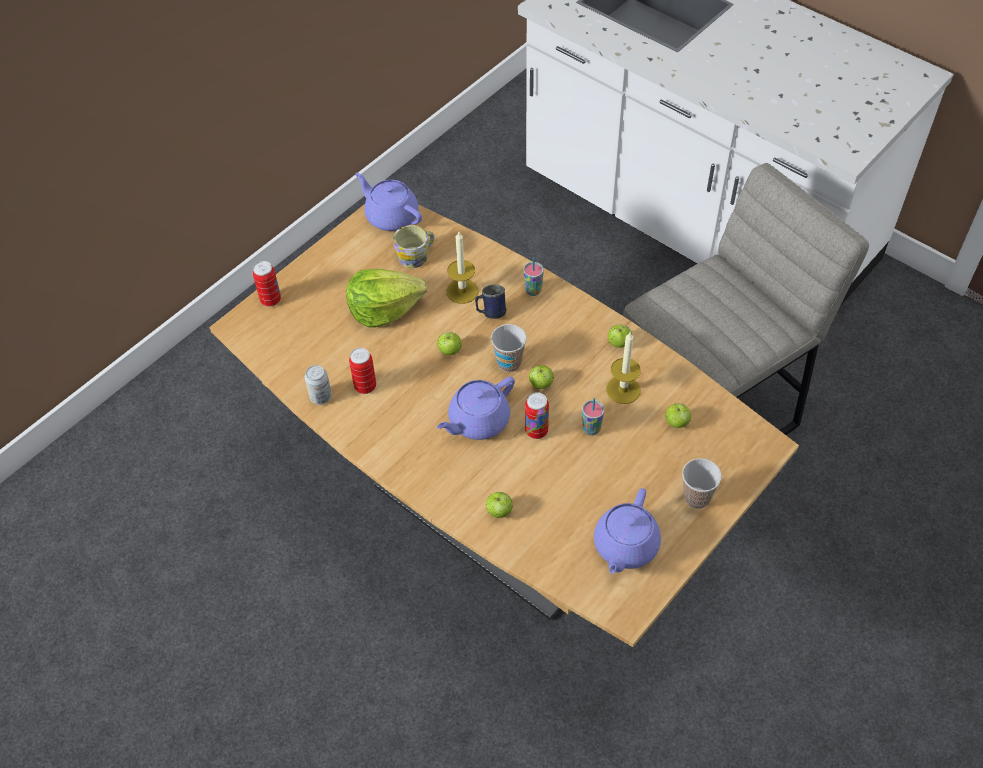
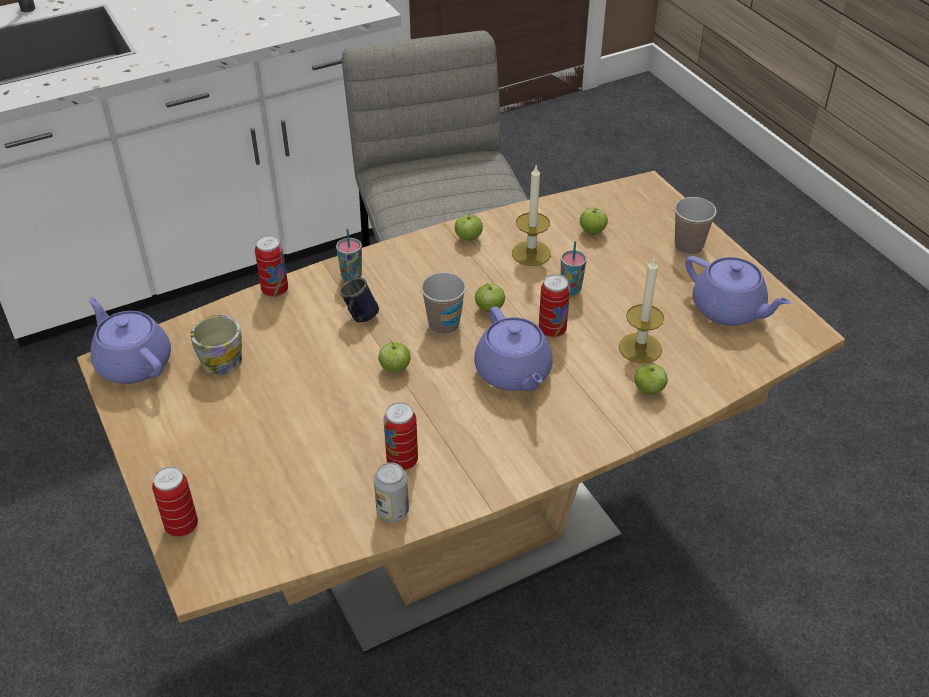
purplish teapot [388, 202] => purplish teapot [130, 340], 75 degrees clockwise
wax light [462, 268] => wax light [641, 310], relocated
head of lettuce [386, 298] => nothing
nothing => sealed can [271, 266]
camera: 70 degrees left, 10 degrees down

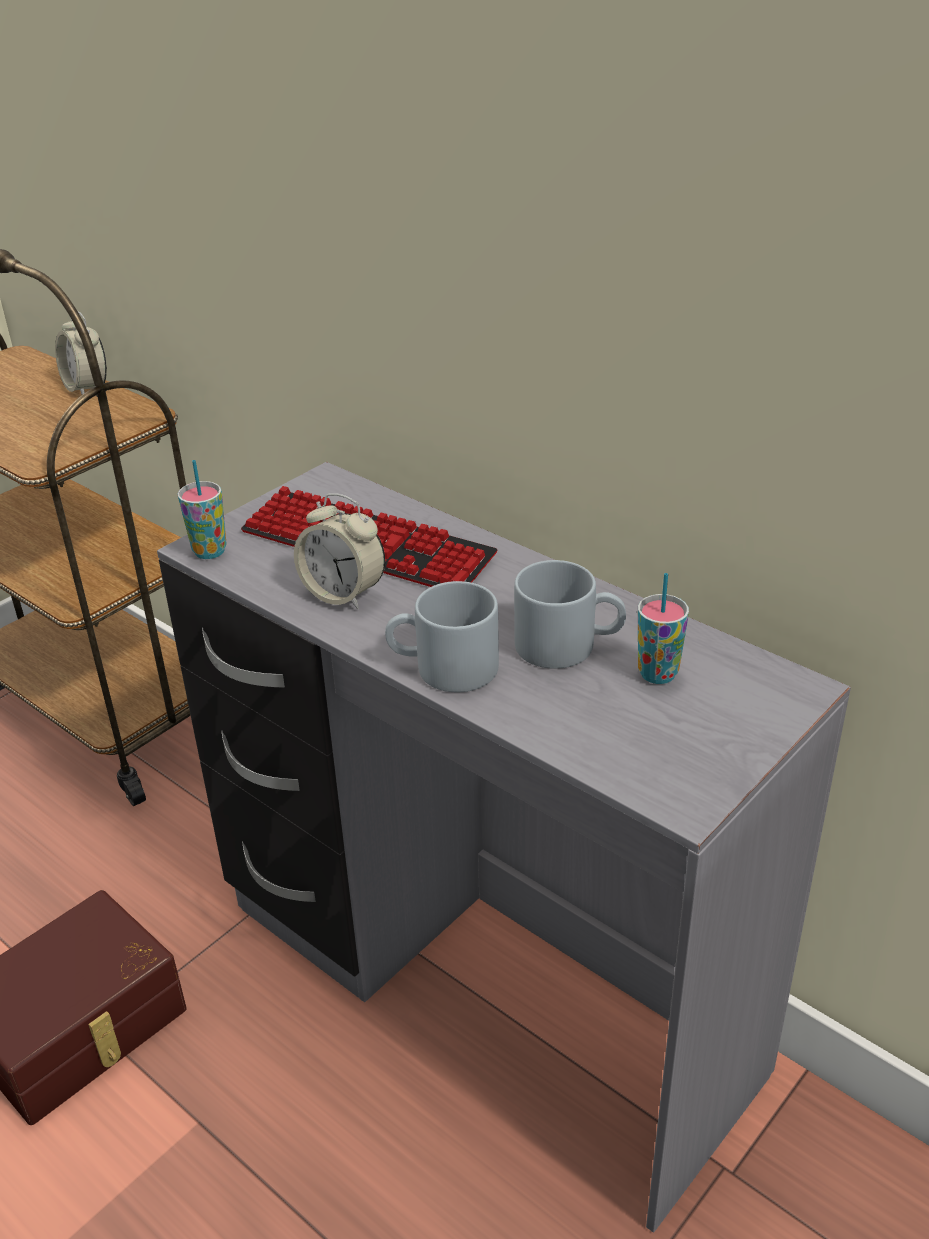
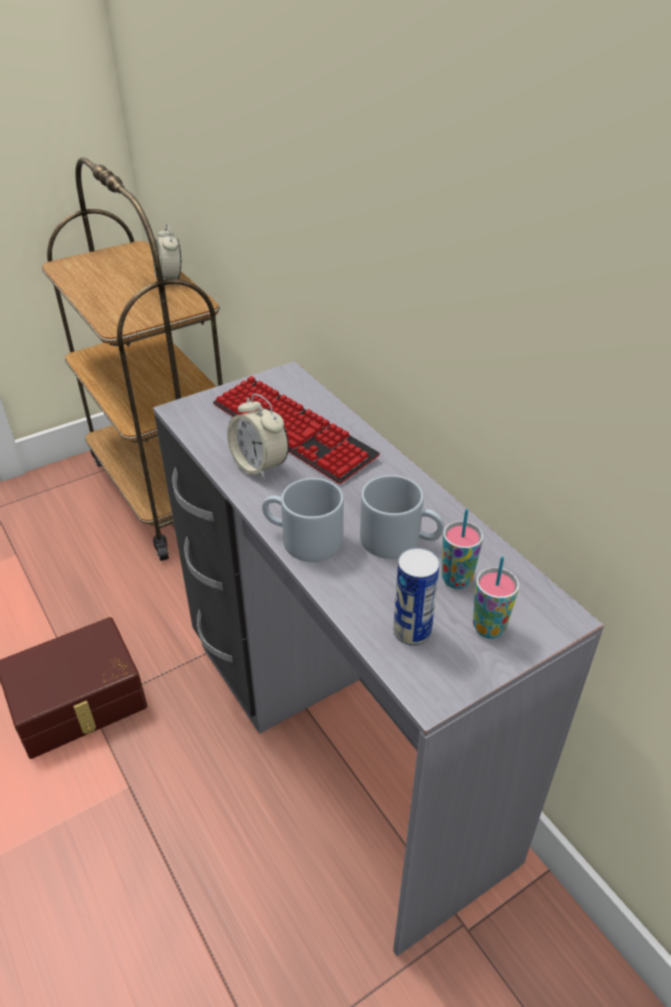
drinking cup [202, 509] => drinking cup [496, 597], relocated
nothing => sealed can [416, 597]
camera: 15 degrees right, 5 degrees up

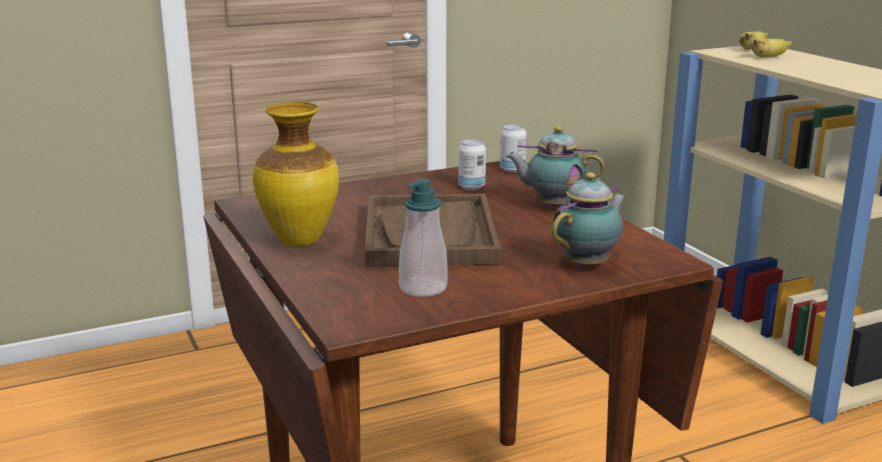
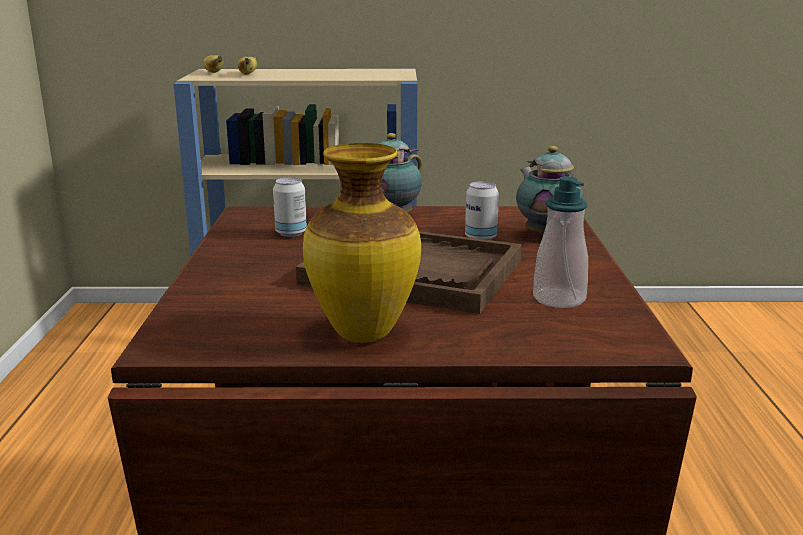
sealed can [513, 148] => sealed can [482, 210], relocated
camera: 65 degrees left, 0 degrees up

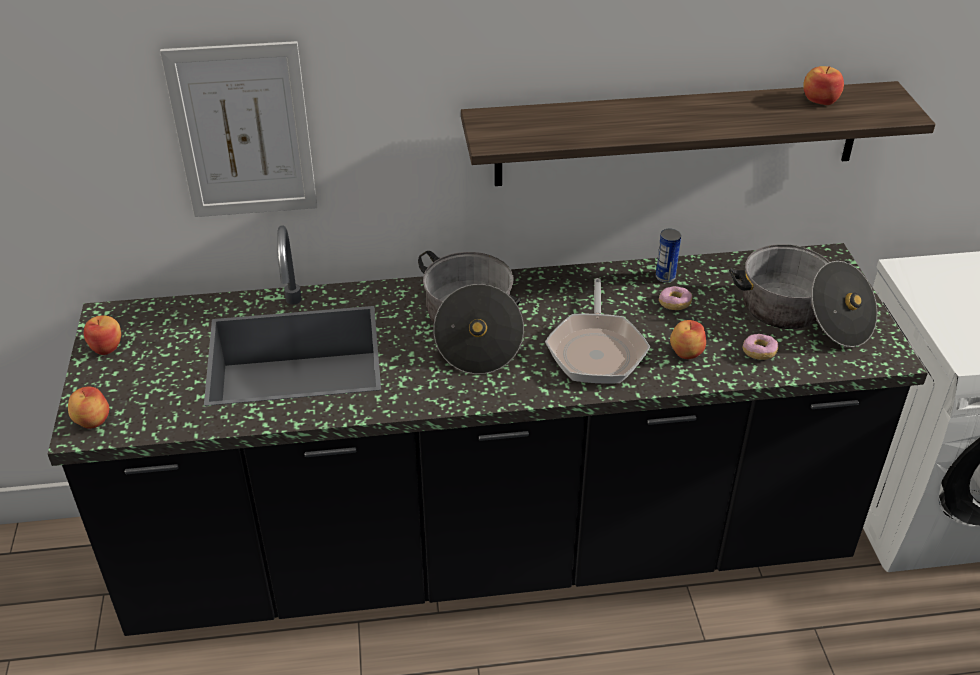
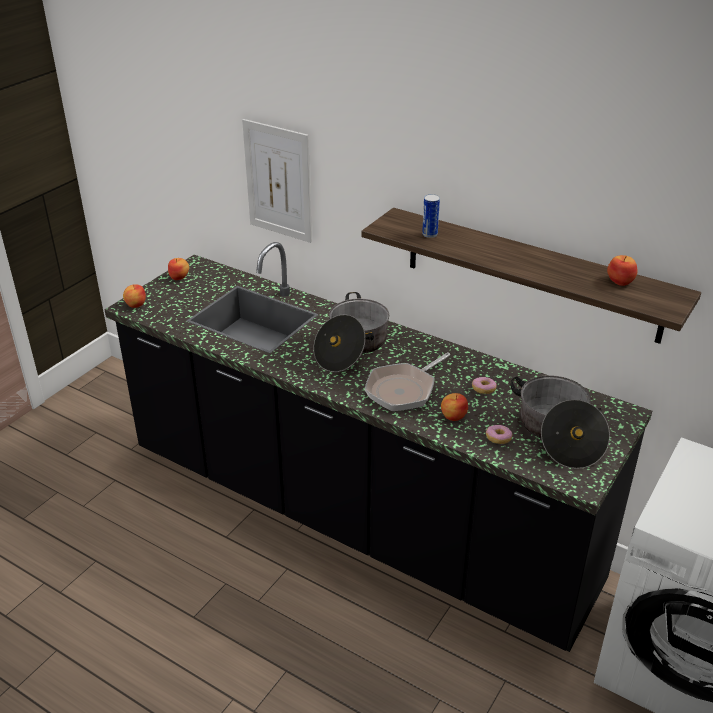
sealed can [668, 256] => sealed can [431, 216], relocated
camera: 40 degrees right, 5 degrees down

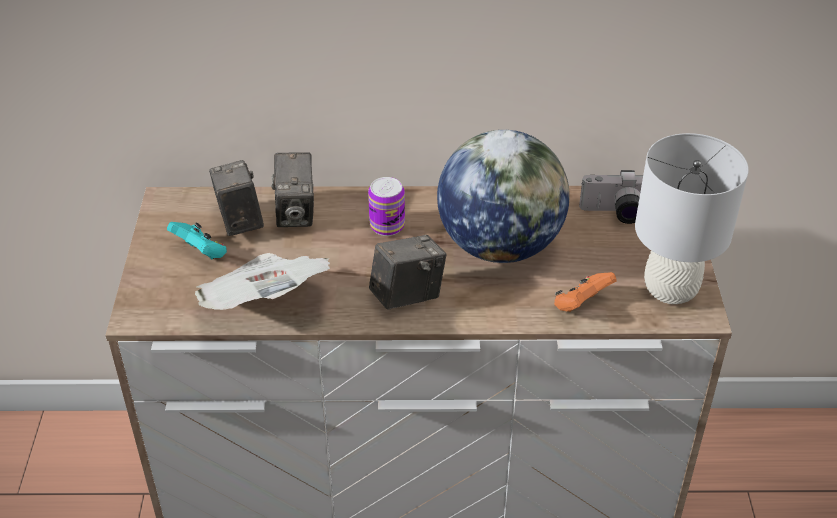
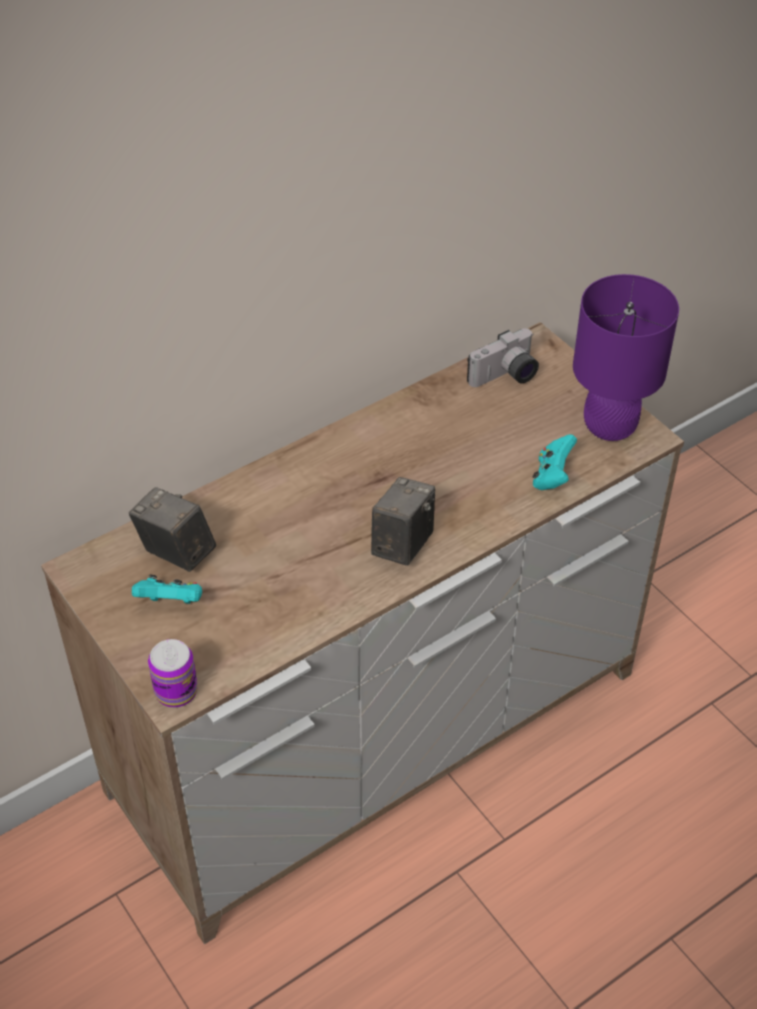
globe [503, 196] => nothing
gray lamp for a table [692, 218] => purplish lamp for a table [626, 357]
still camera [292, 189] => nothing
sealed can [386, 206] => sealed can [173, 673], relocated
daily paper [262, 281] => nothing
orange joypad [585, 292] => turquoise-coloured joypad [554, 462]
camera: 35 degrees left, 5 degrees up

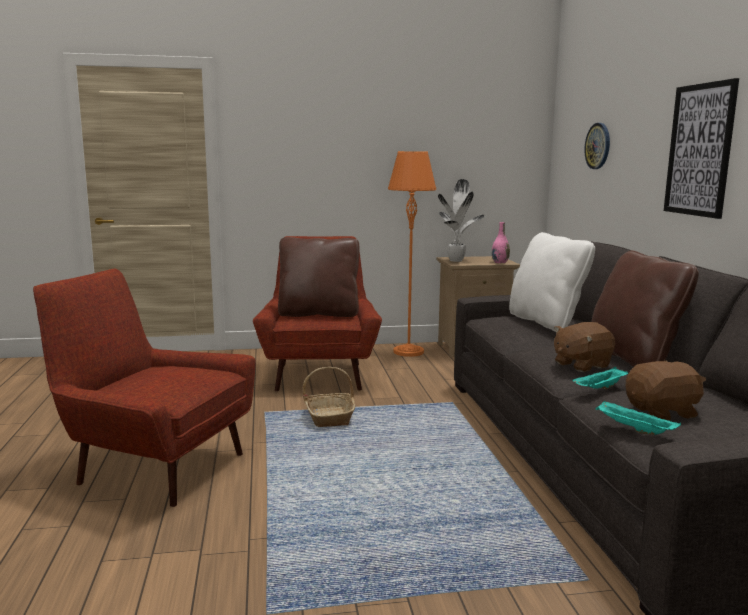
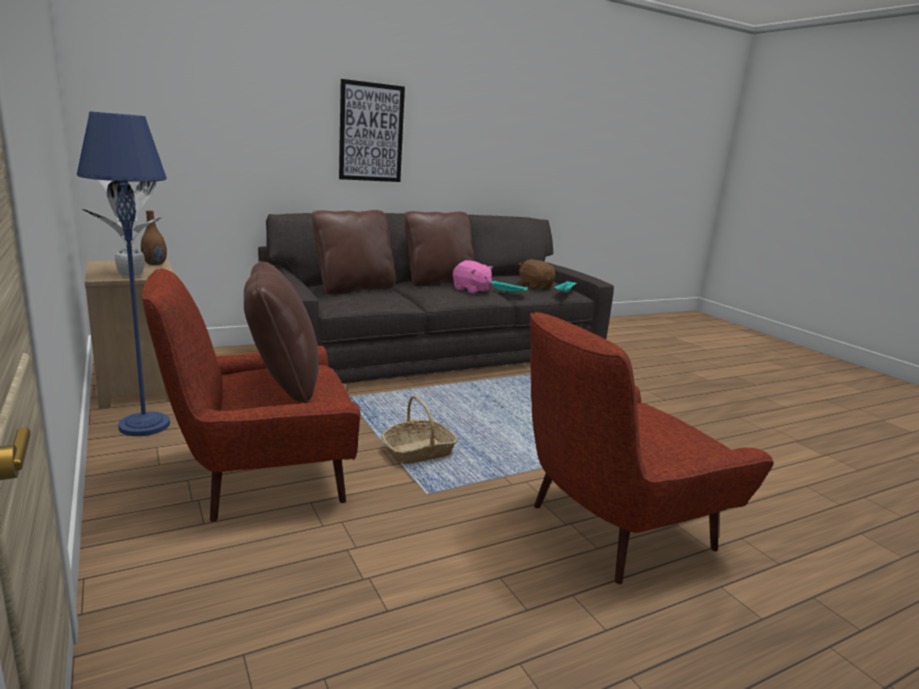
clock on the wall [597, 146] => nothing
orange floor lamp [412, 254] => bluish floor lamp [123, 273]
pink decorative vase [501, 242] => brownish decorative vase [154, 237]
white cushion [552, 282] => brownish cushion [354, 252]
reddish easy chair [144, 387] => reddish easy chair [652, 448], 60 degrees clockwise
brownish cuddly toy [584, 347] => pink cuddly toy [473, 277]
camera: 110 degrees left, 5 degrees up

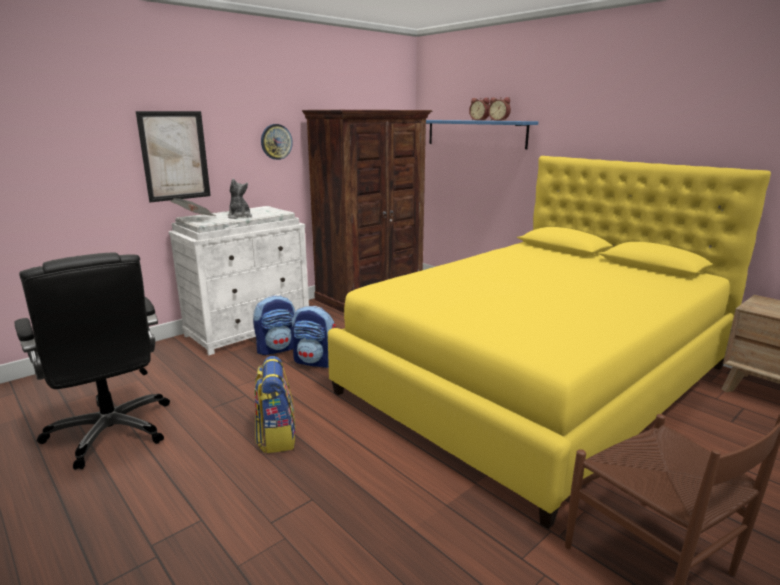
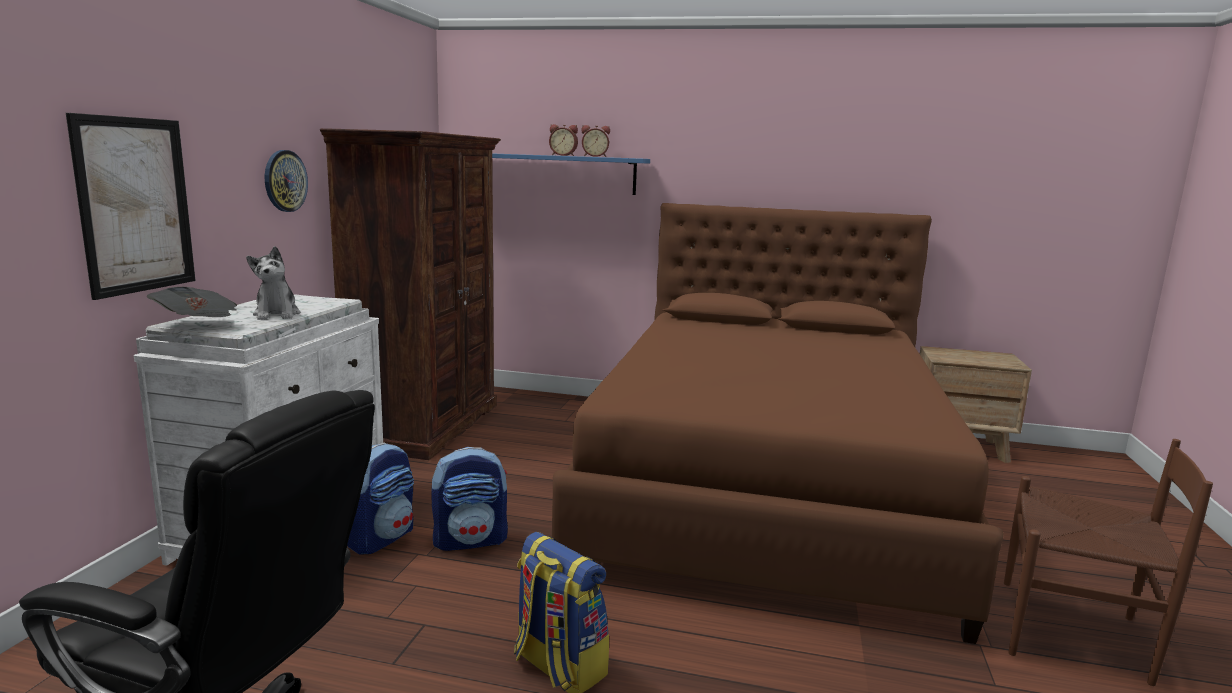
yellowish sleeping bed [549, 342] => brownish sleeping bed [778, 423]
cuddly toy [240, 199] => cuddly toy [273, 283], 135 degrees counterclockwise
camera: 35 degrees left, 5 degrees down

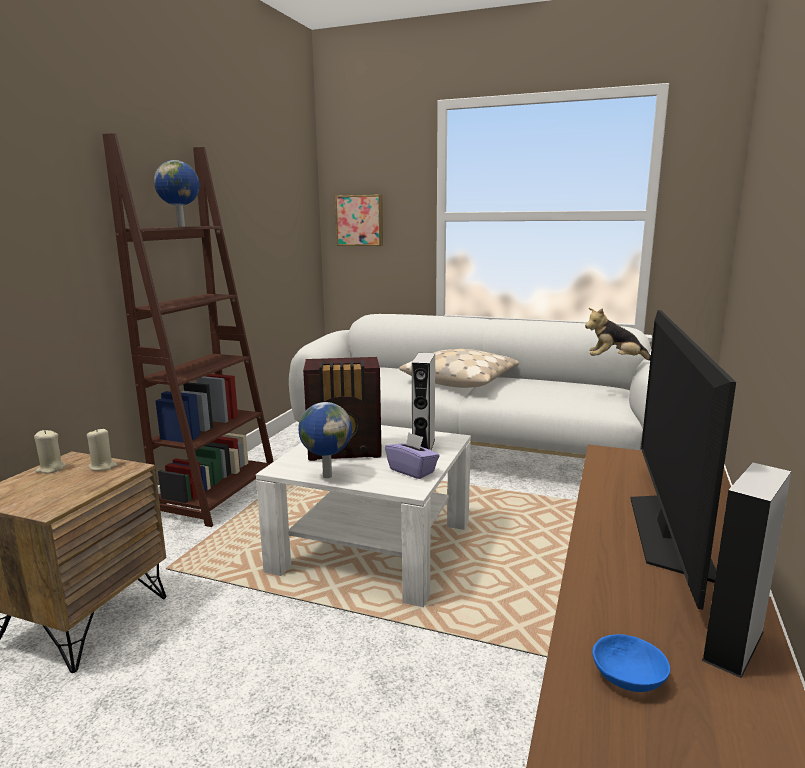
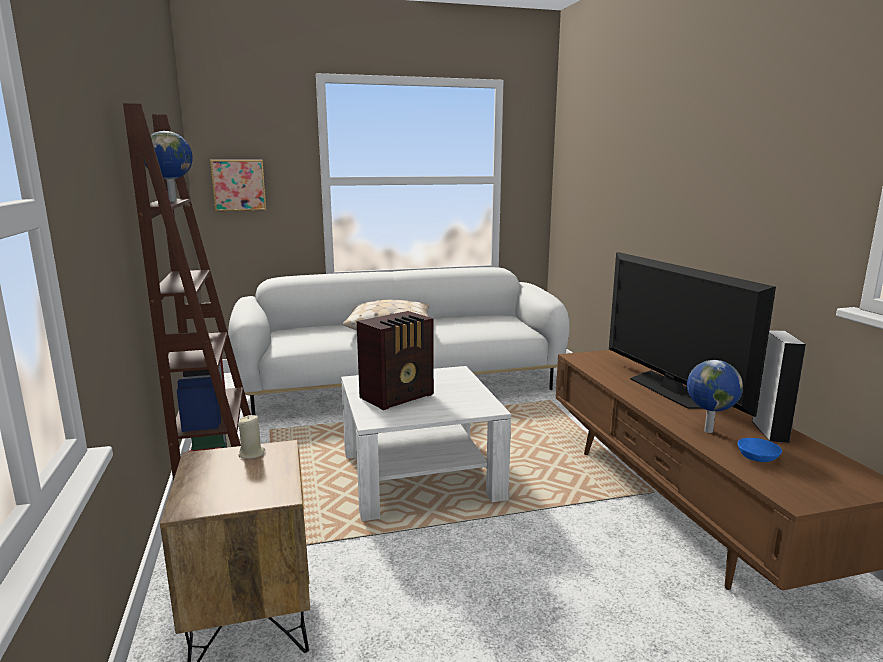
cuddly toy [618, 334] => nothing
gray speaker [423, 401] => nothing
globe [325, 440] => globe [715, 396], relocated
beige wax light [50, 451] => nothing
purplish tissue holder [412, 455] => nothing
camera: 35 degrees left, 0 degrees up

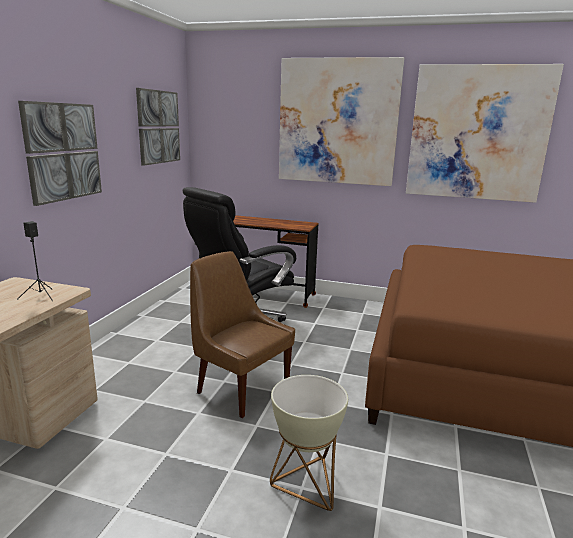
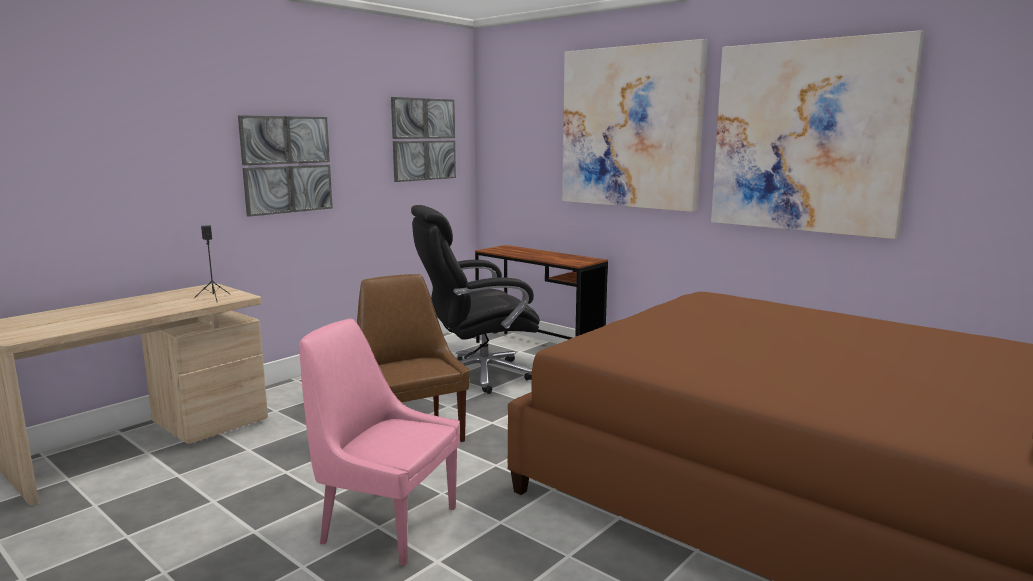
plant pot [309, 443] => pink chair [379, 442]
camera: 25 degrees right, 5 degrees down

